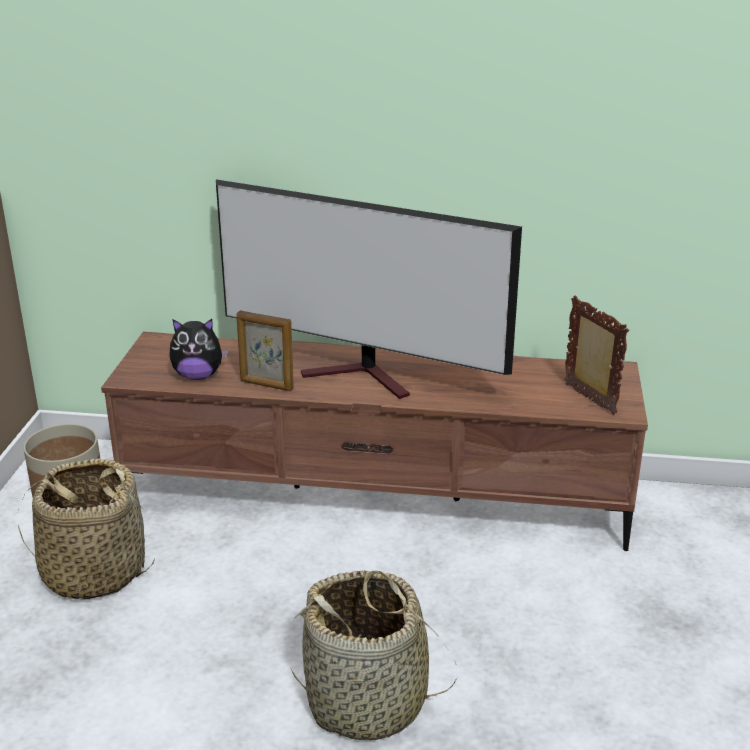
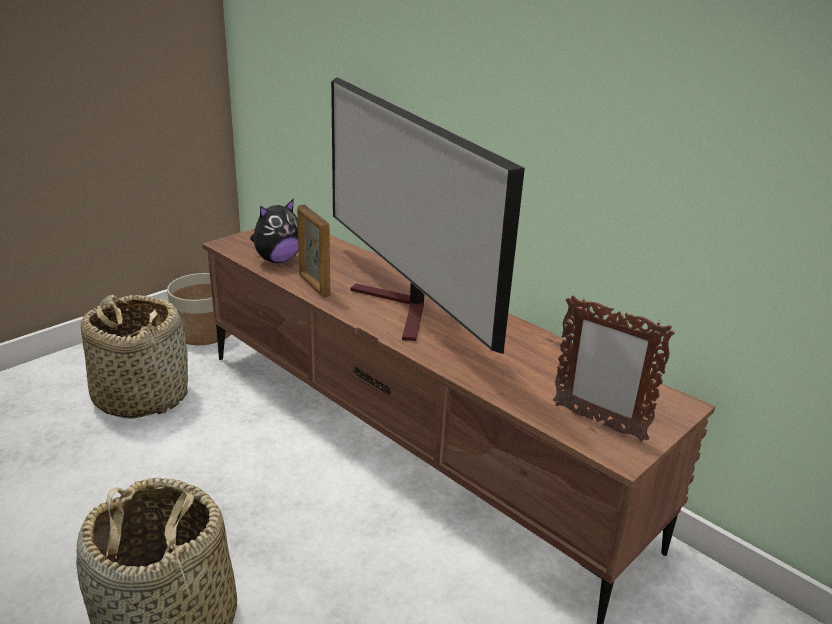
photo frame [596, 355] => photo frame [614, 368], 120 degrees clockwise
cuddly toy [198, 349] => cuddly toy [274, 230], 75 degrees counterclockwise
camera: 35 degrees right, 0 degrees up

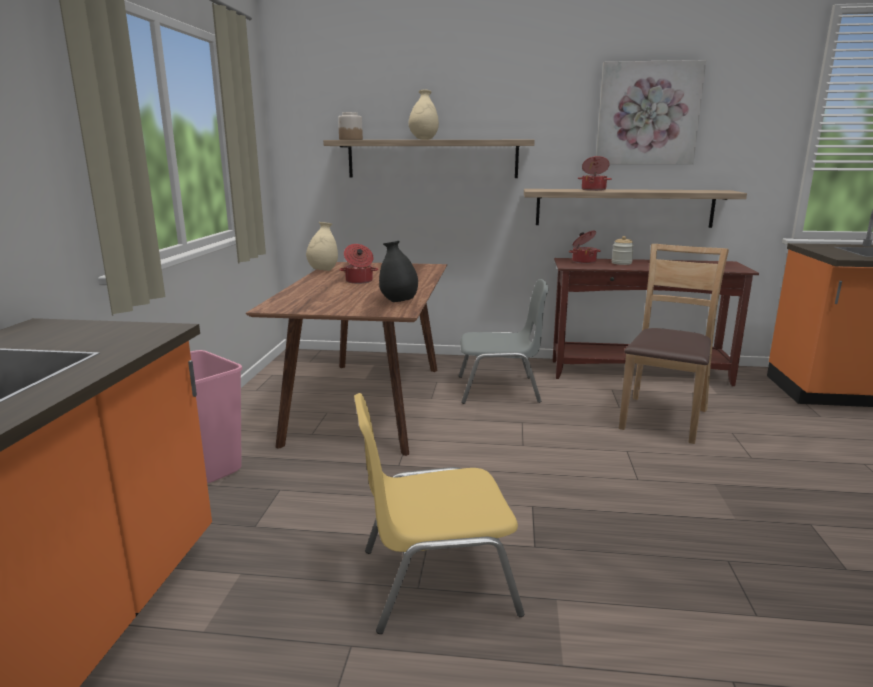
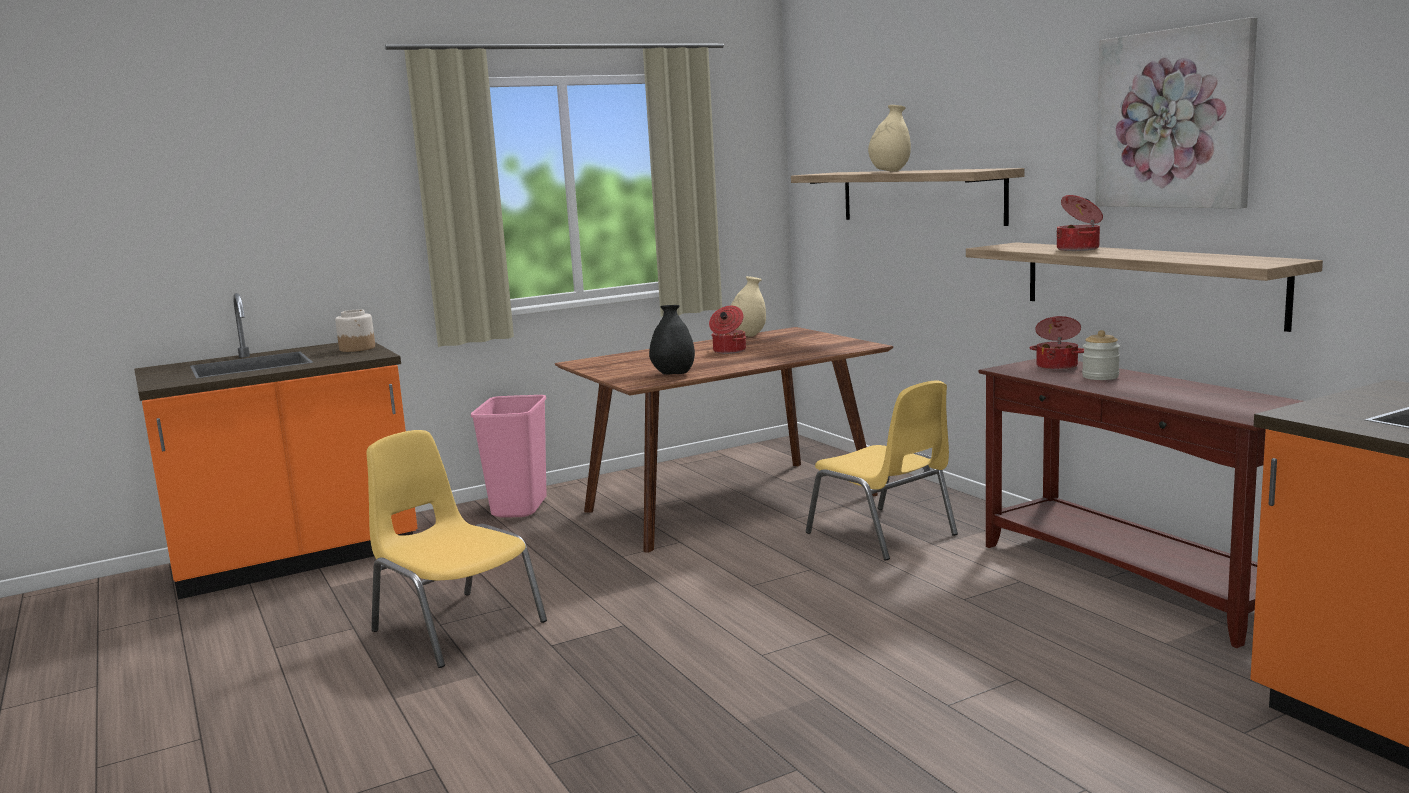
jar [350, 126] => jar [355, 330], relocated
brownish chair [674, 344] => nothing
gray chair [504, 341] => yellowish chair [882, 470]
camera: 55 degrees right, 5 degrees down

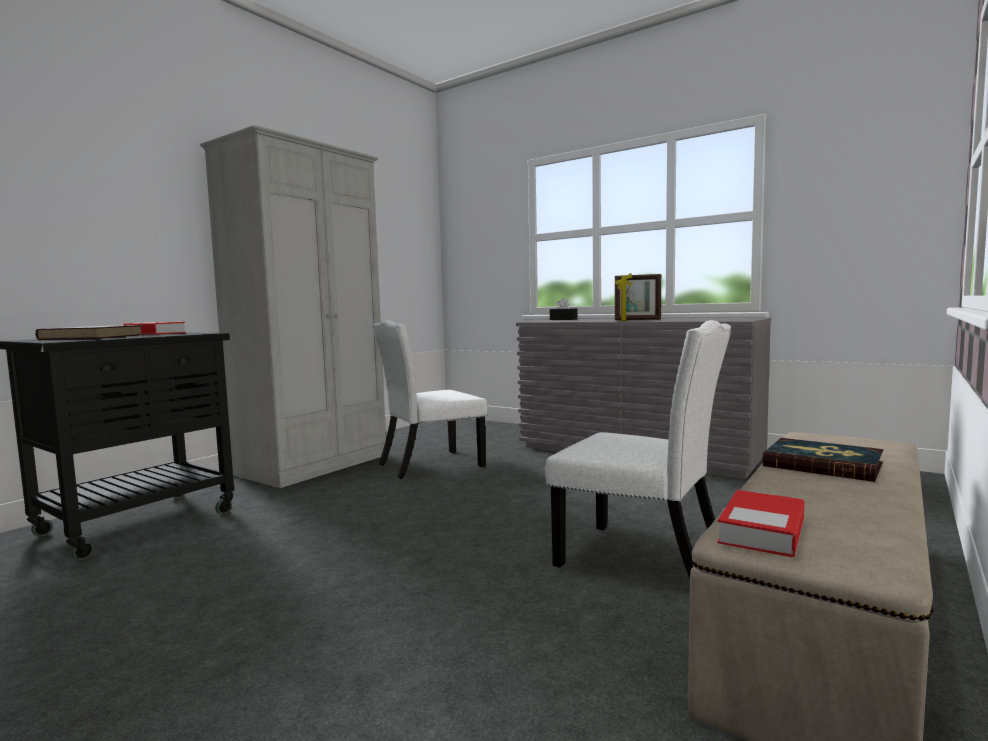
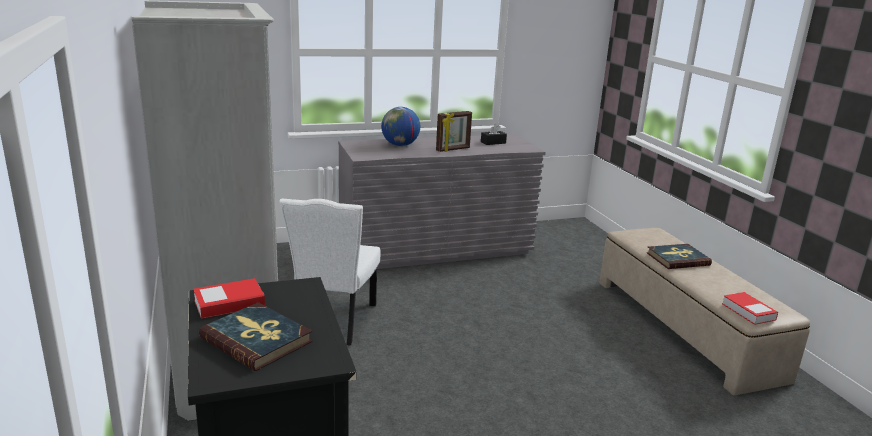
black tissue holder [564, 309] => black tissue holder [494, 134], relocated
white chair [638, 449] => nothing
nothing => globe [400, 126]
camera: 55 degrees left, 15 degrees up

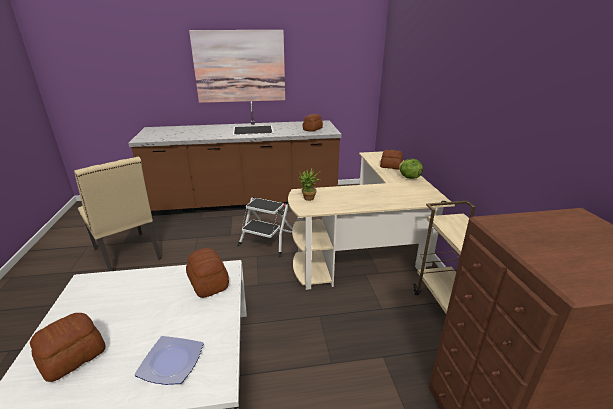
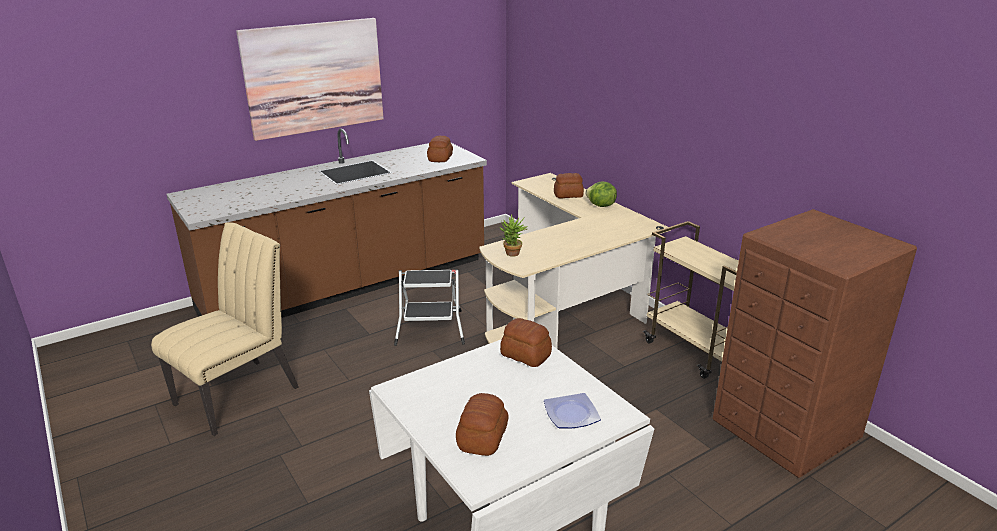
beige chair [117, 214] => beige chair [224, 329], 75 degrees counterclockwise
camera: 25 degrees left, 0 degrees up

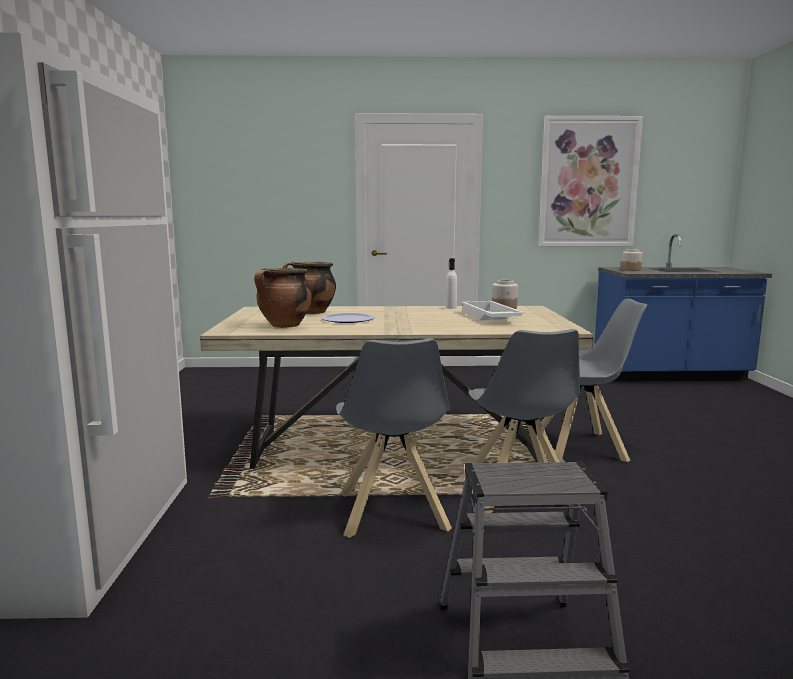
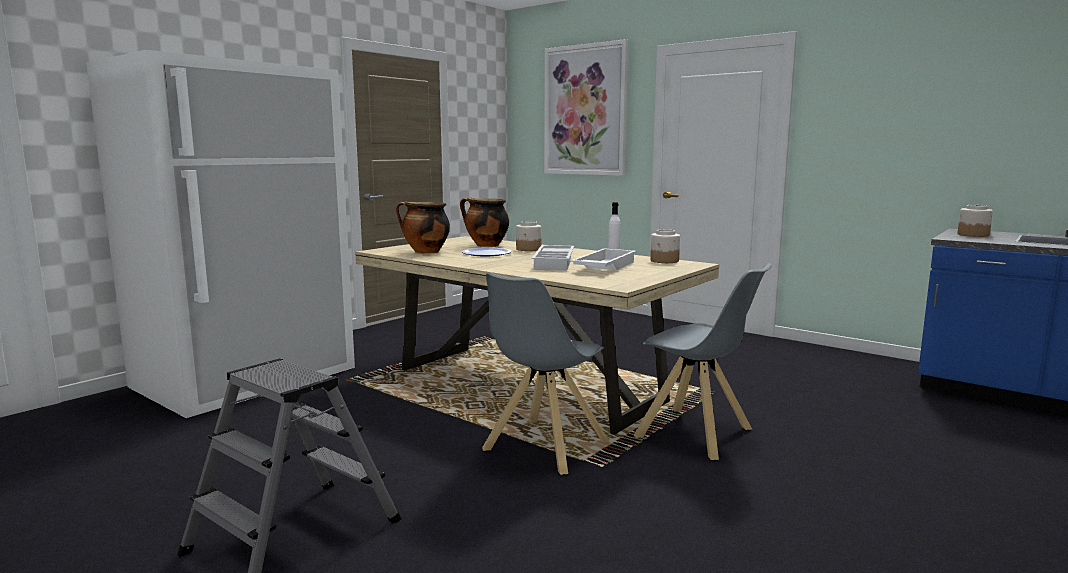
wall picture [590, 181] => wall picture [586, 107], relocated
gray chair [394, 438] => nothing
nothing => jar [529, 236]
nothing => white serving tray [553, 258]
camera: 40 degrees right, 0 degrees up

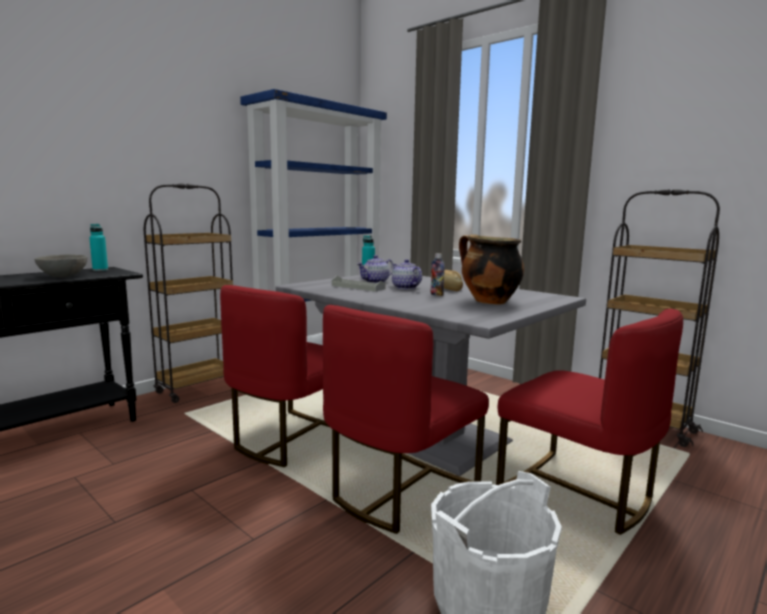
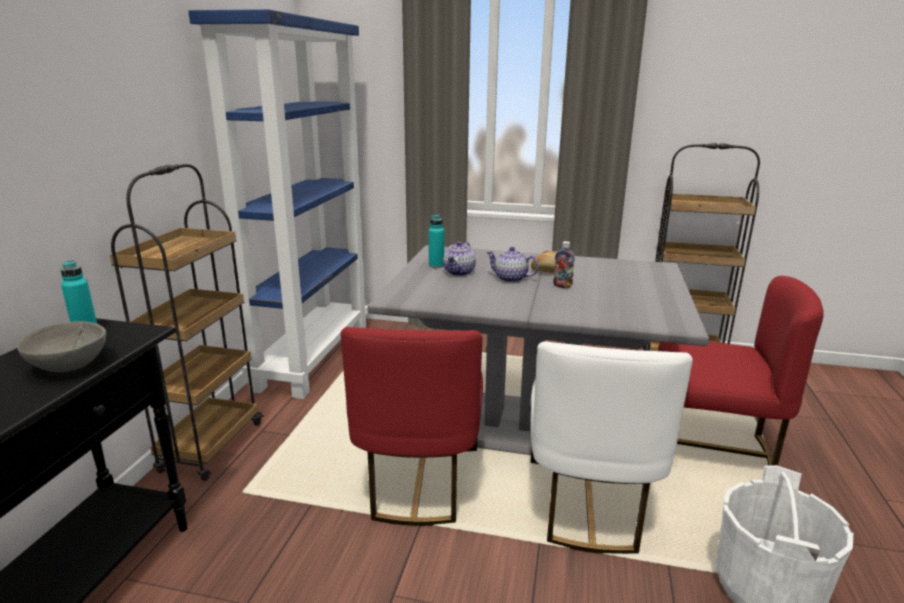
saucepot [491, 269] => nothing
gray serving tray [359, 283] => nothing
reddish chair [406, 419] => white chair [612, 447]
camera: 30 degrees left, 10 degrees up

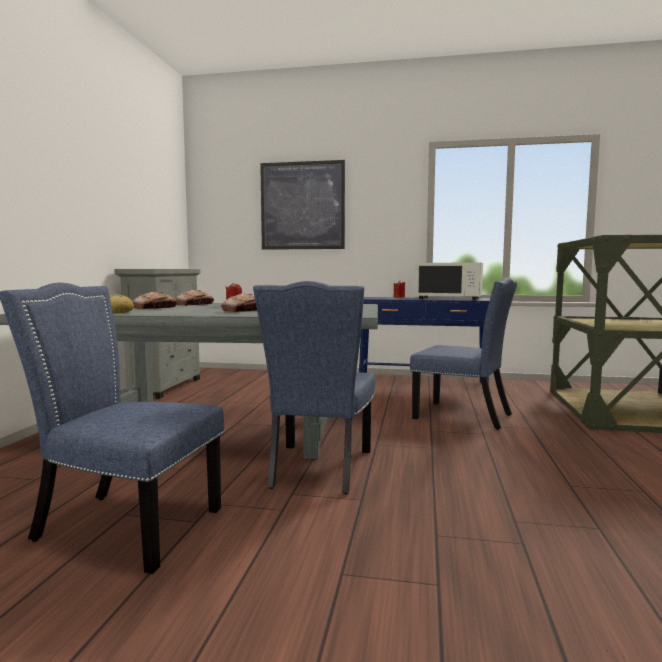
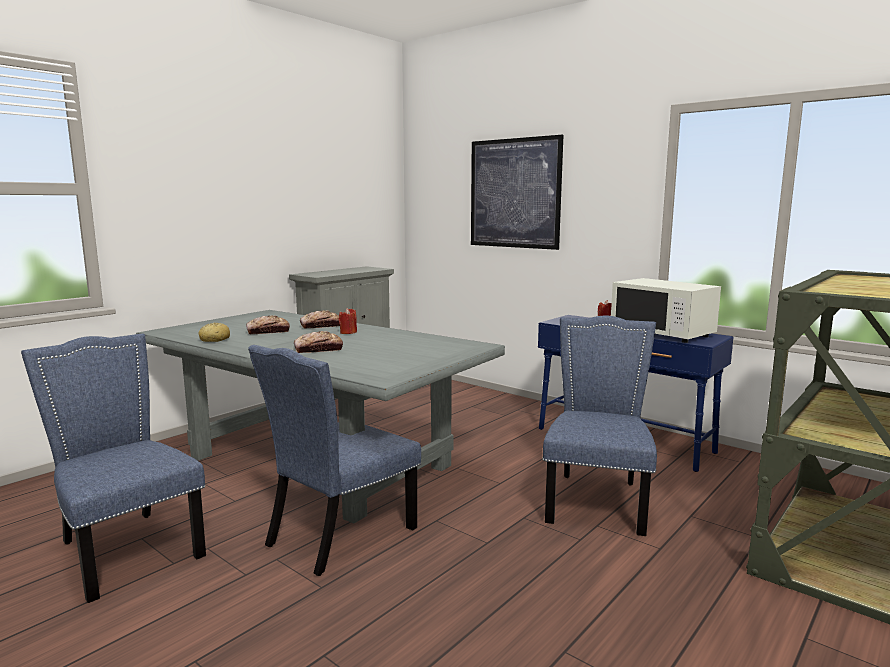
bluish chair [463, 353] => bluish chair [599, 425], 135 degrees counterclockwise
camera: 30 degrees right, 5 degrees up

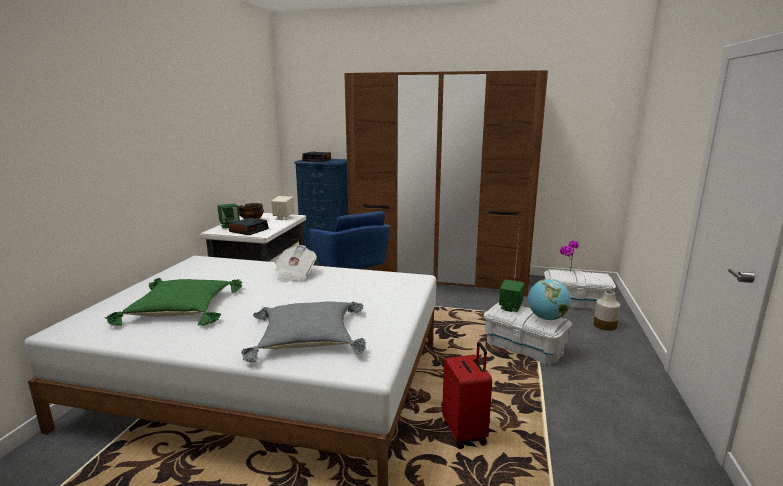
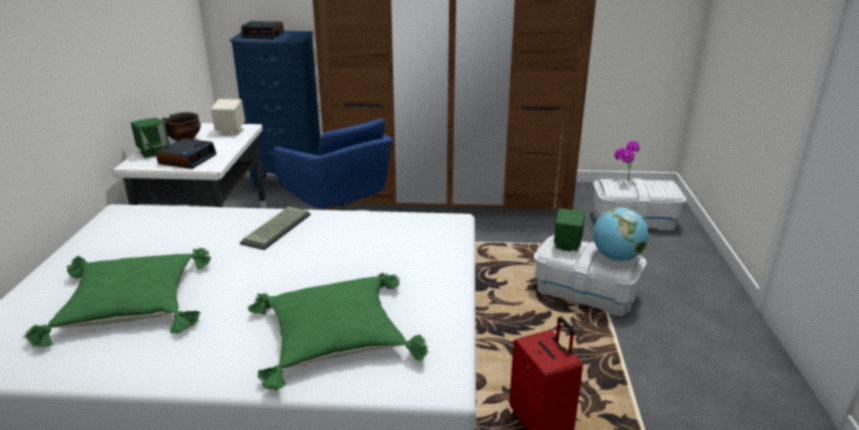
daily paper [296, 264] => PC keyboard [275, 228]
beige decorative vase [606, 310] => nothing
gray cushion [303, 332] => green cushion [338, 331]
camera: 10 degrees left, 10 degrees up

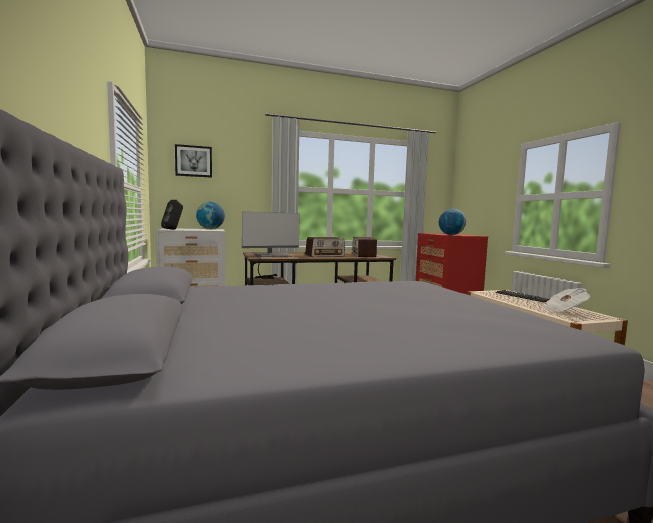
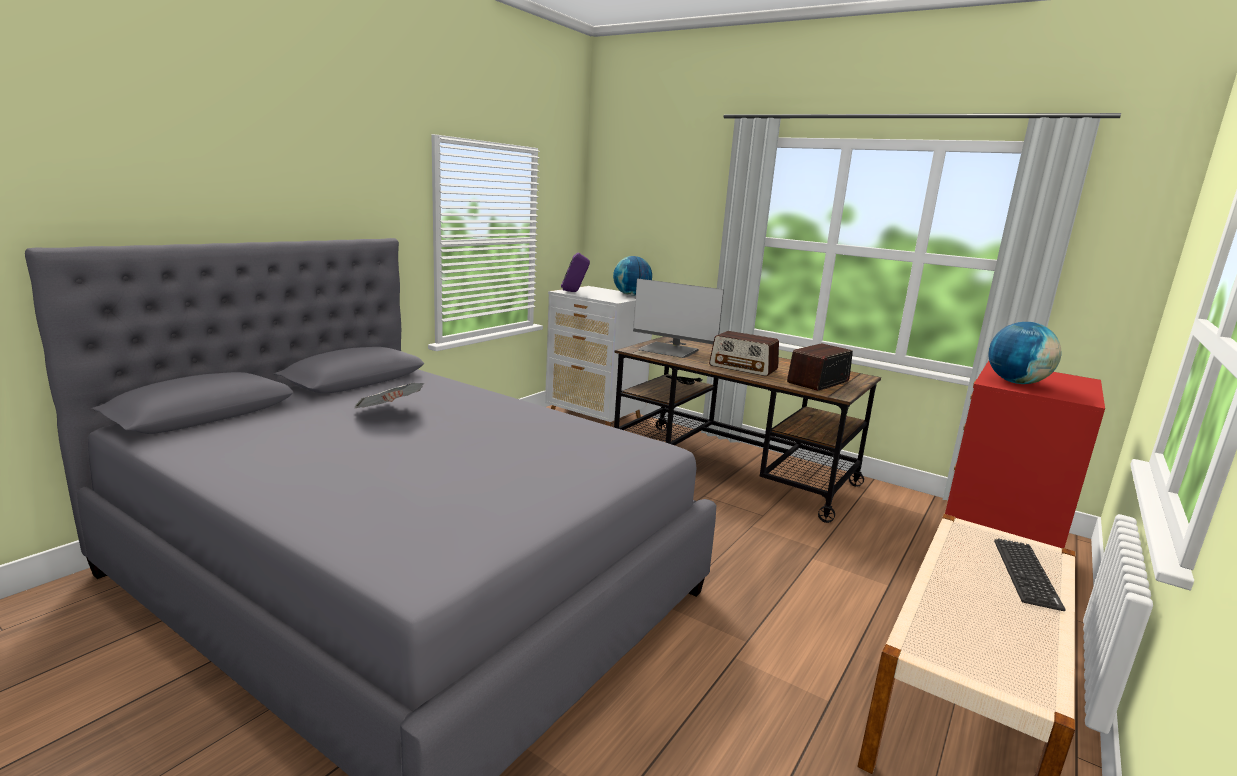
wall picture [193, 161] => nothing
black speaker [172, 215] => purplish speaker [575, 272]
daily paper [566, 300] => daily paper [389, 395], relocated
camera: 50 degrees right, 10 degrees up

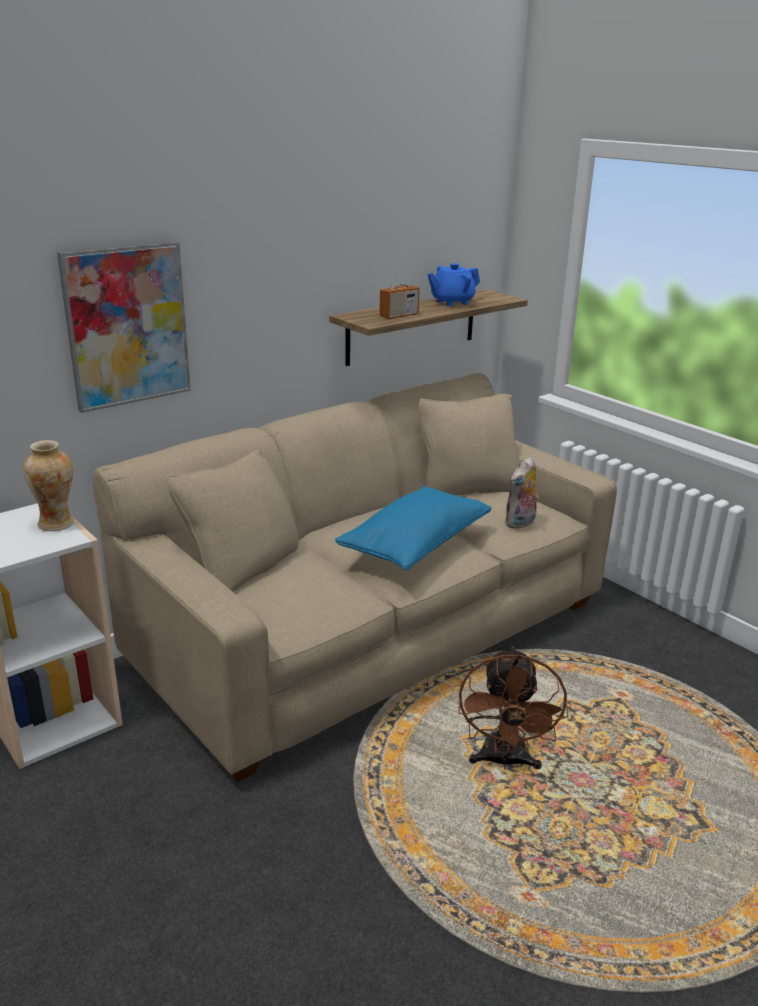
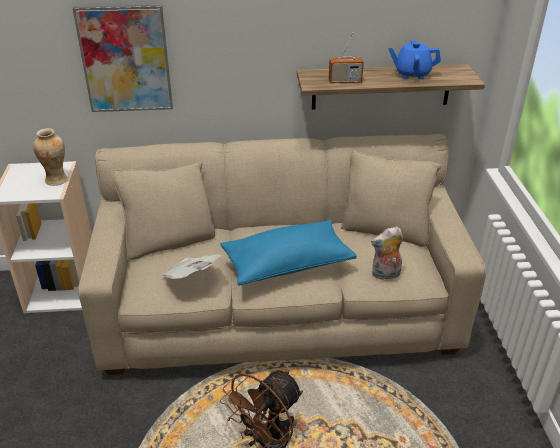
nothing => daily paper [191, 266]
camera: 35 degrees right, 10 degrees up

